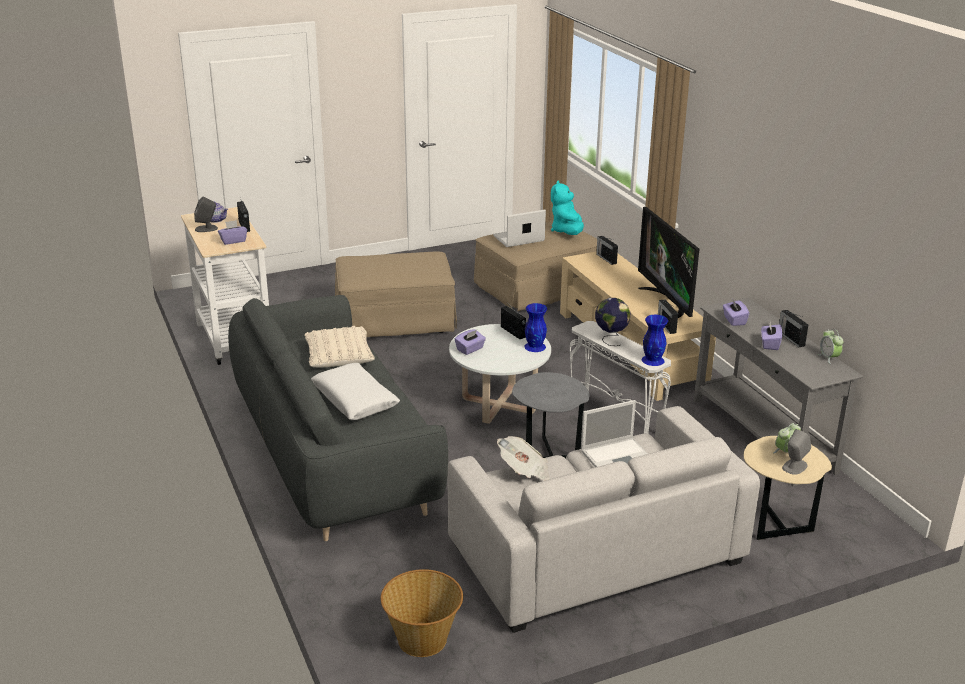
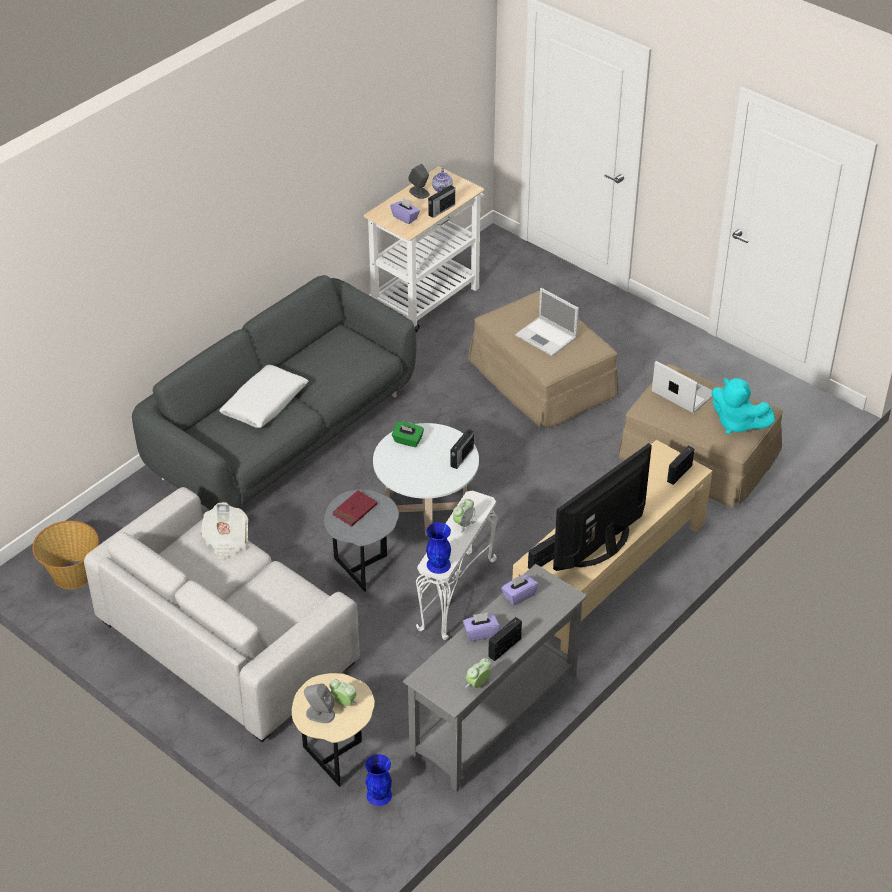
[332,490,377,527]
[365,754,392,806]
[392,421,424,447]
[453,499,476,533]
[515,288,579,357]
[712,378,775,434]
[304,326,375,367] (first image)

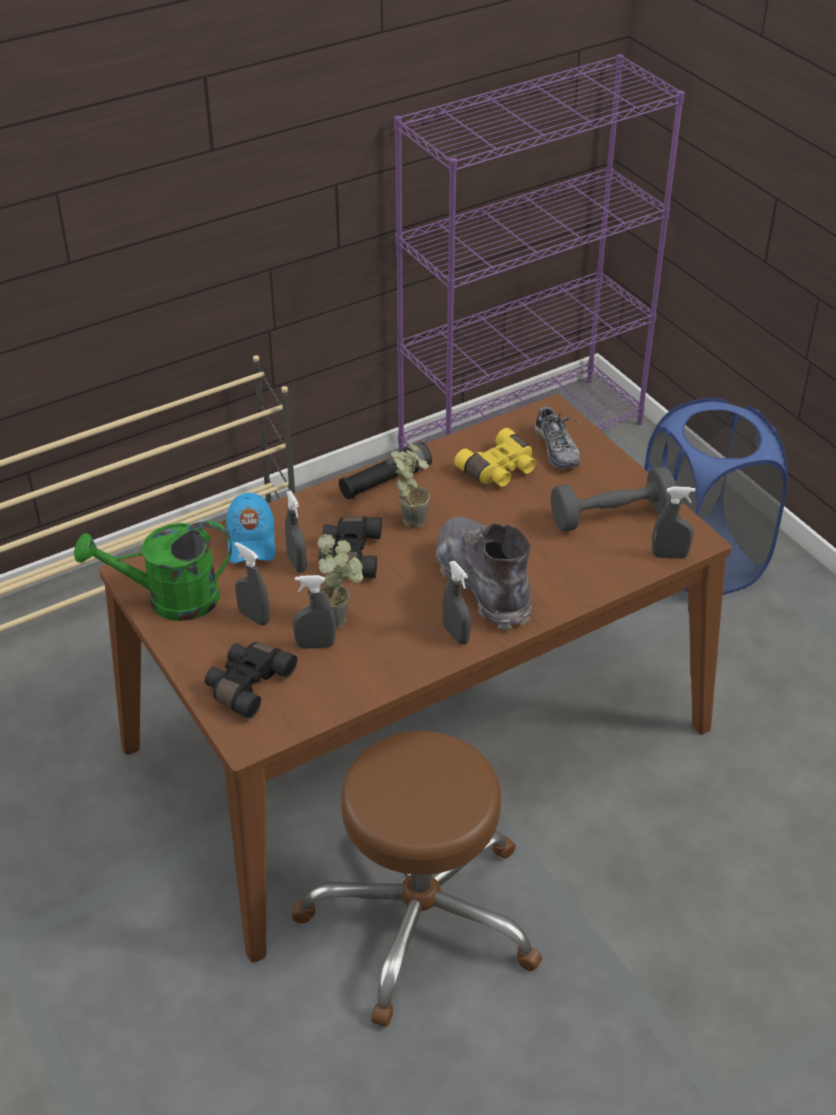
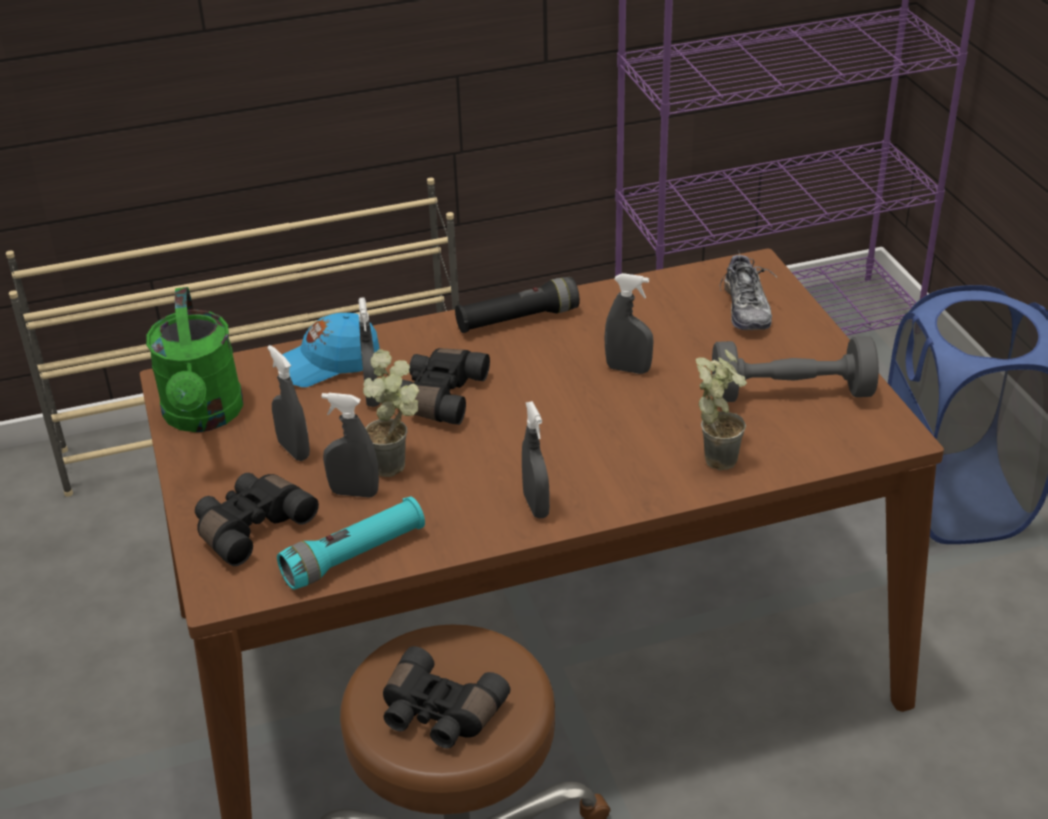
[146,287,243,432]
[277,496,425,590]
[282,313,379,387]
[383,646,510,748]
[604,273,654,374]
[695,350,747,470]
[436,517,532,630] (first image)
[454,428,536,487] (first image)

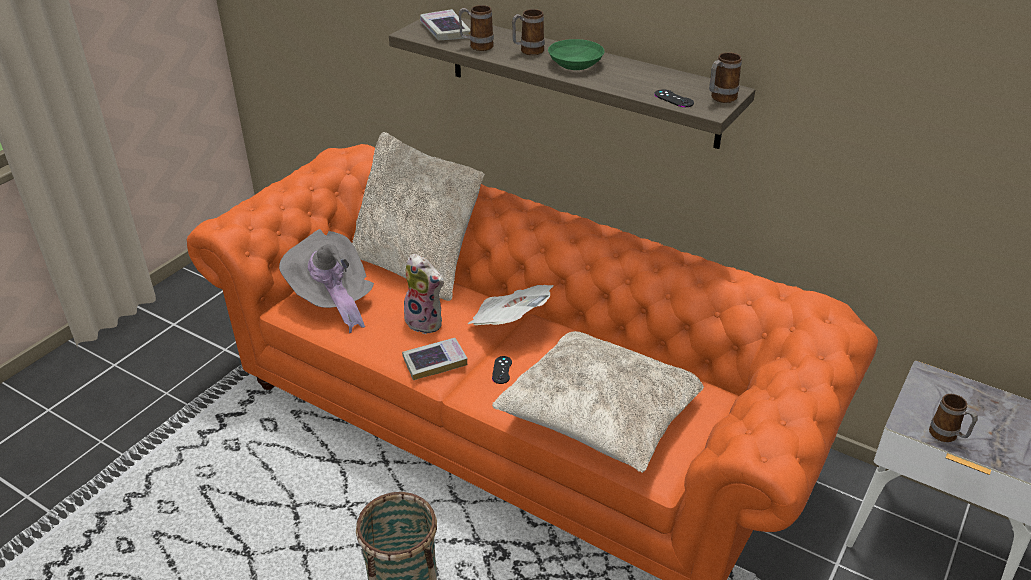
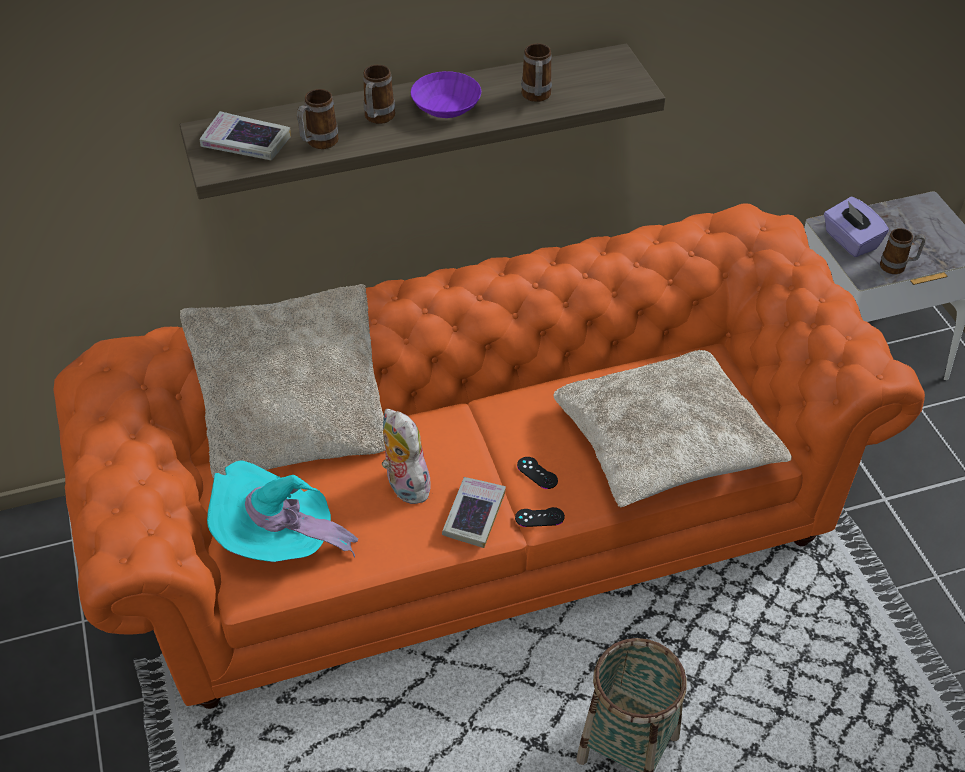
[207,461,358,562]
[382,409,434,504]
[411,71,481,118]
[515,507,565,527]
[521,43,552,102]
[824,197,889,257]
[468,285,553,325] (first image)

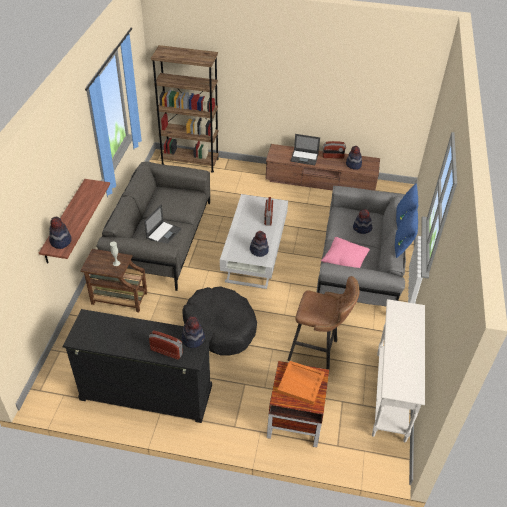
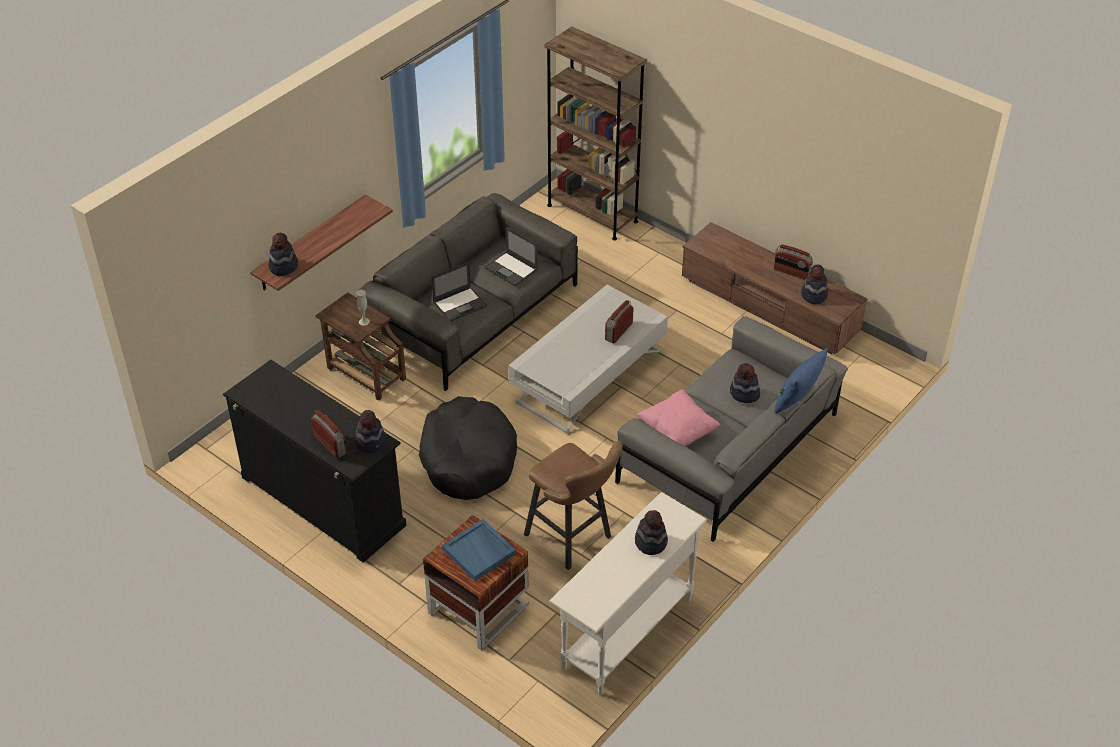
[442,519,516,581]
[485,227,538,286]
[635,510,668,555]
[395,208,418,258] (first image)

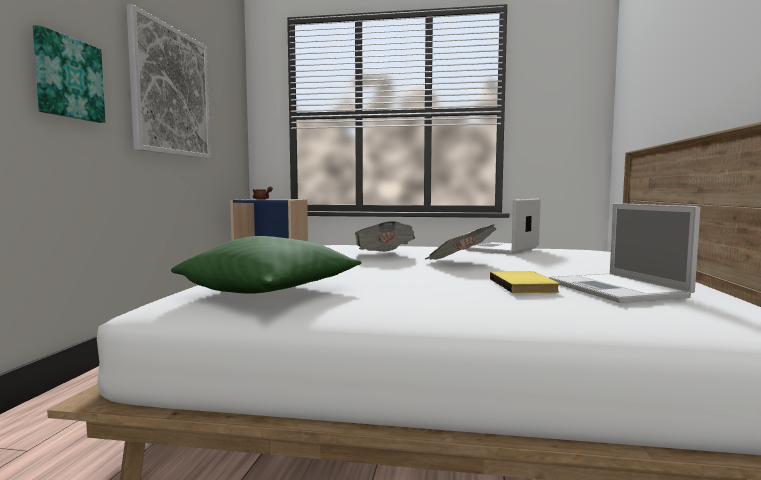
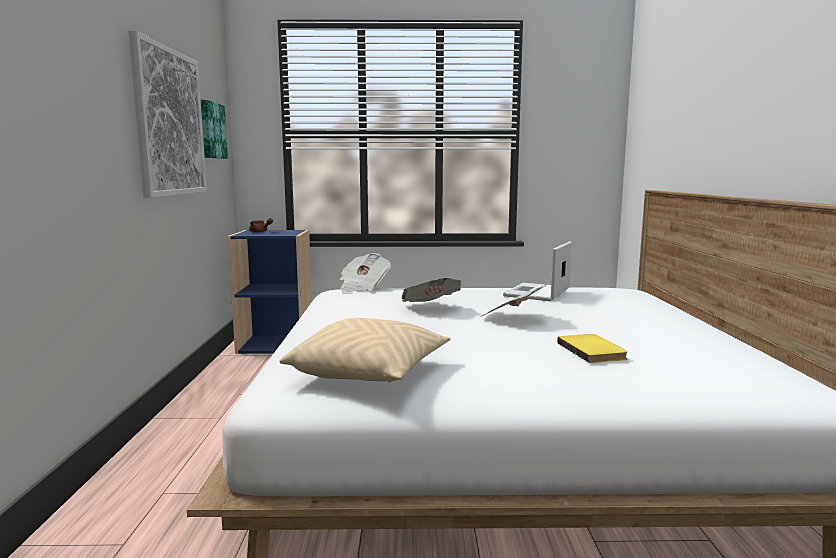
[201,100,228,159]
[279,318,451,383]
[340,253,391,292]
[548,203,701,303] (first image)

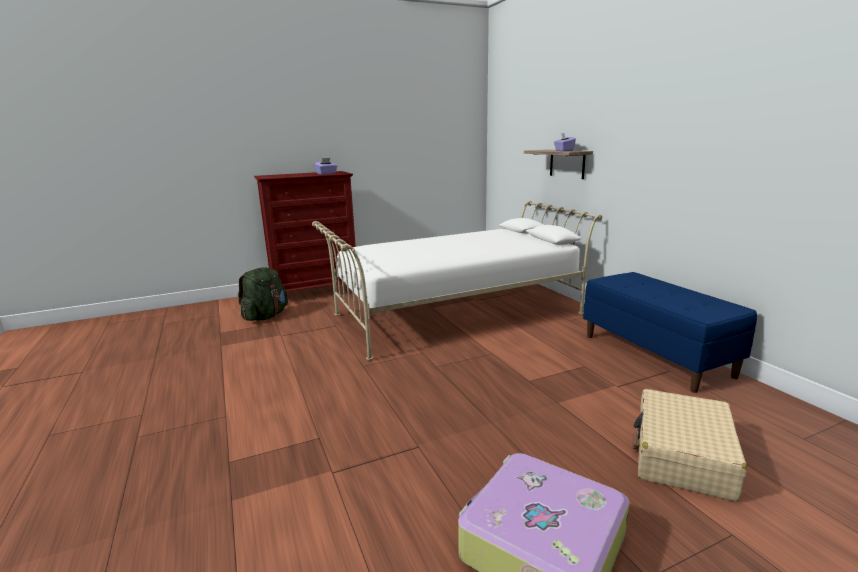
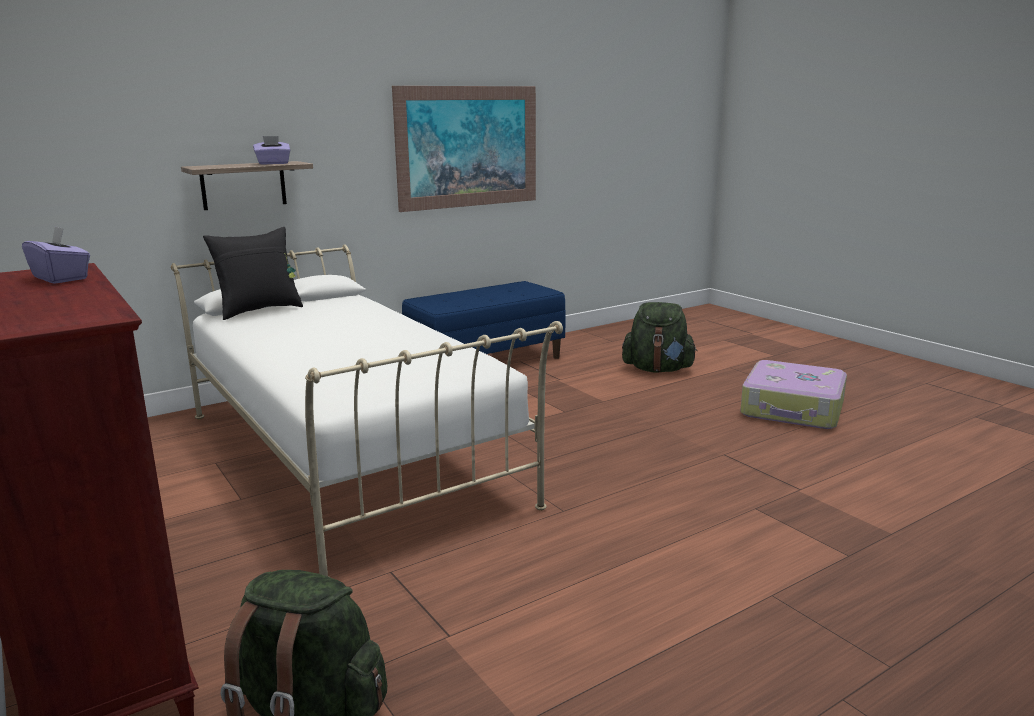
[203,227,303,320]
[392,86,536,212]
[622,302,697,372]

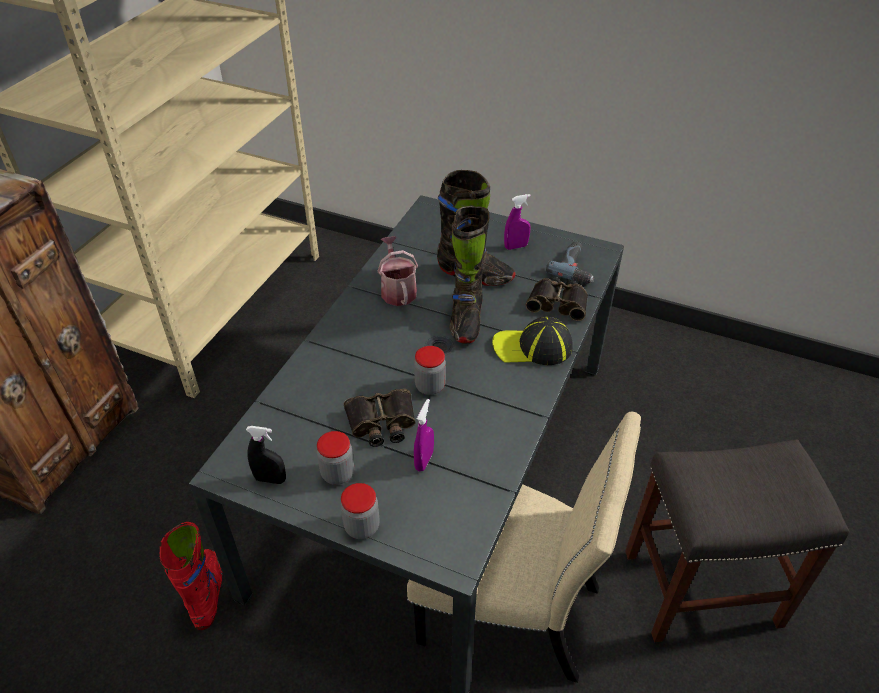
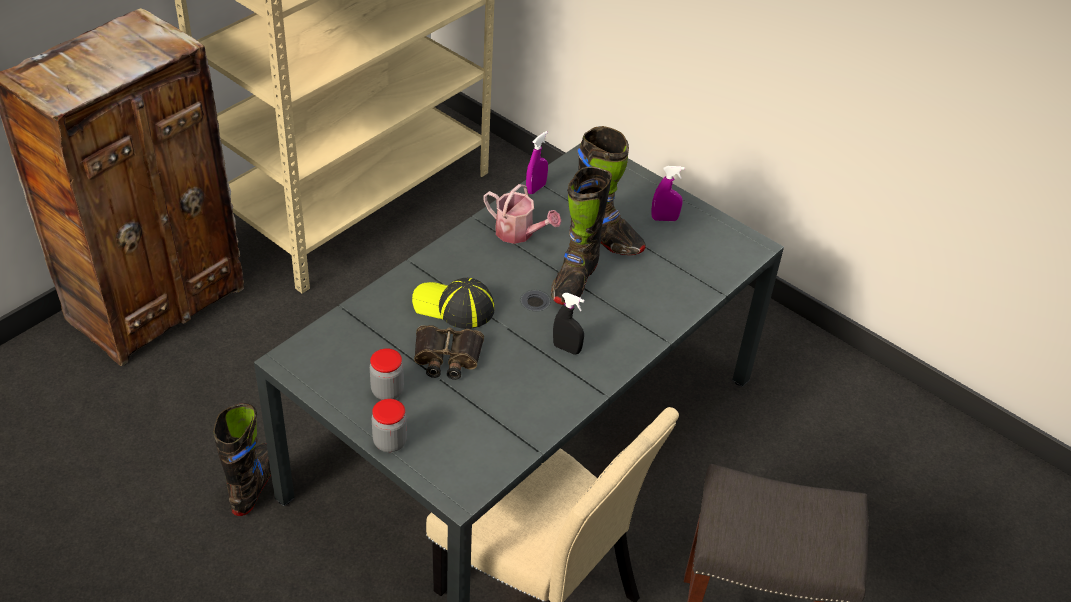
[213,403,271,516]
[412,278,495,329]
[483,184,561,244]
[526,131,548,194]
[553,293,584,355]
[414,346,446,395] (first image)
[526,277,588,321] (first image)
[546,241,594,284] (first image)

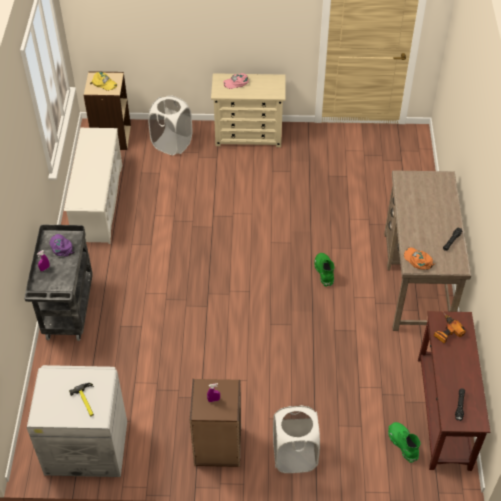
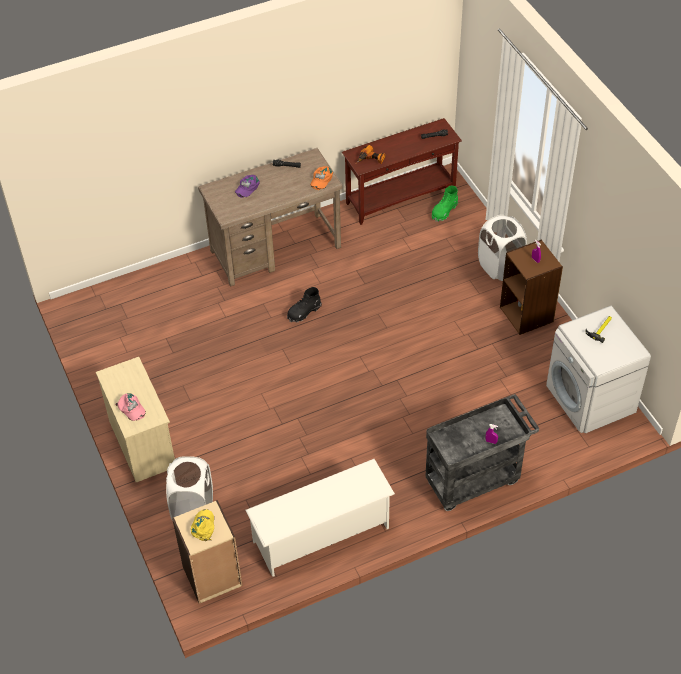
[235,175,260,198]
[287,287,322,323]

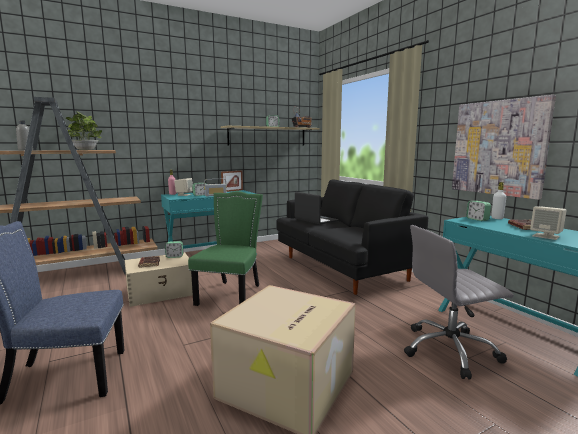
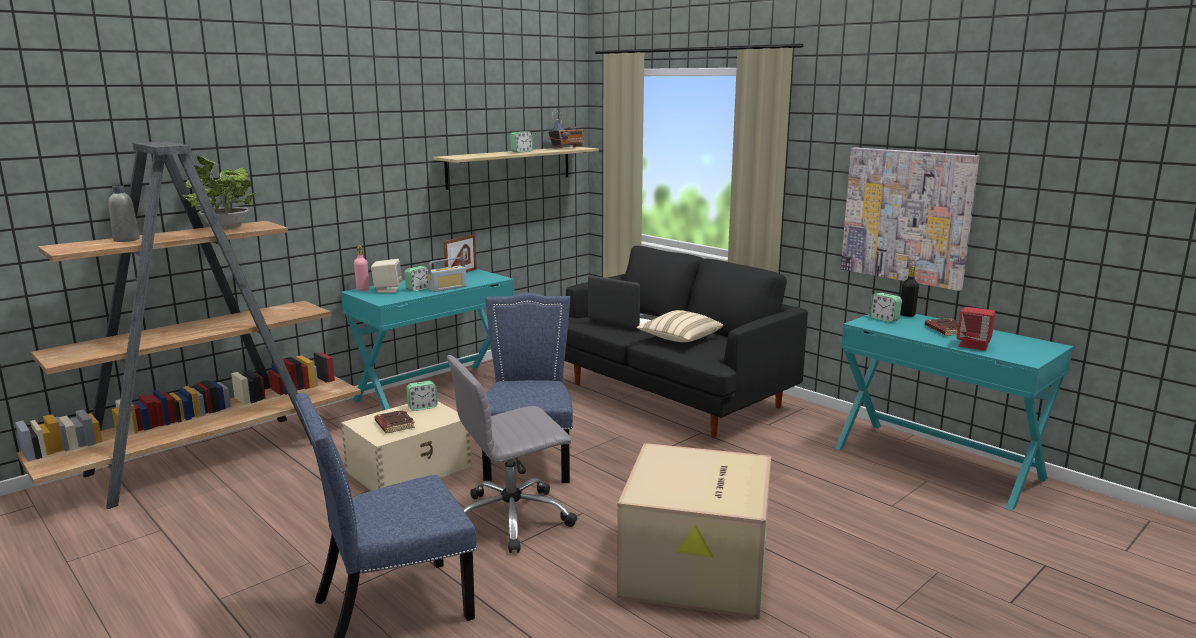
[447,355,577,553]
[482,293,573,483]
[637,310,723,342]
[900,266,919,317]
[957,307,996,351]

